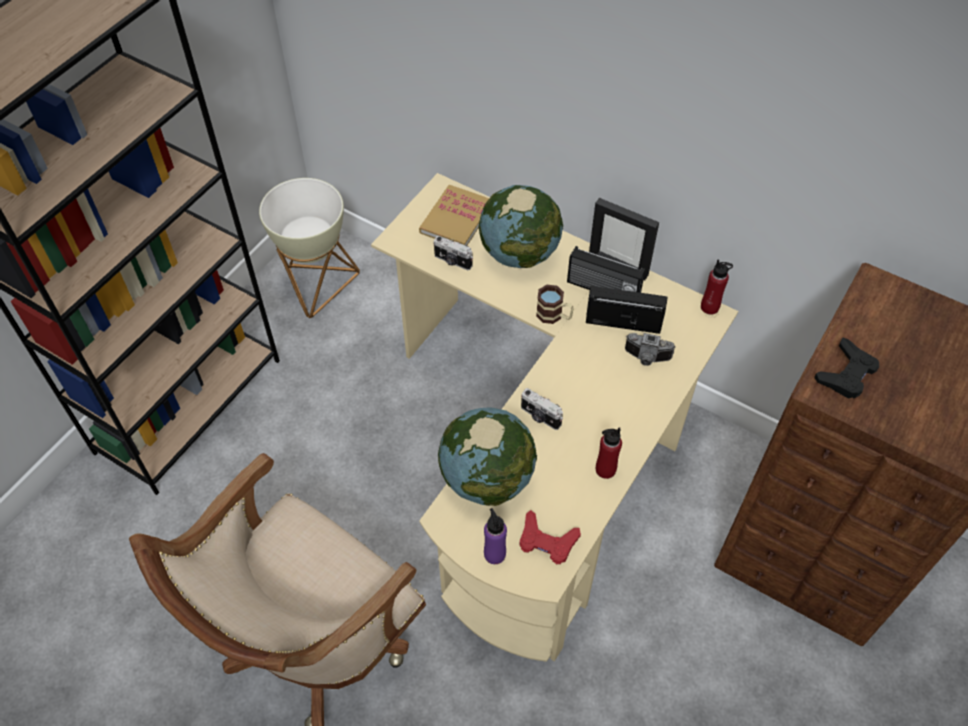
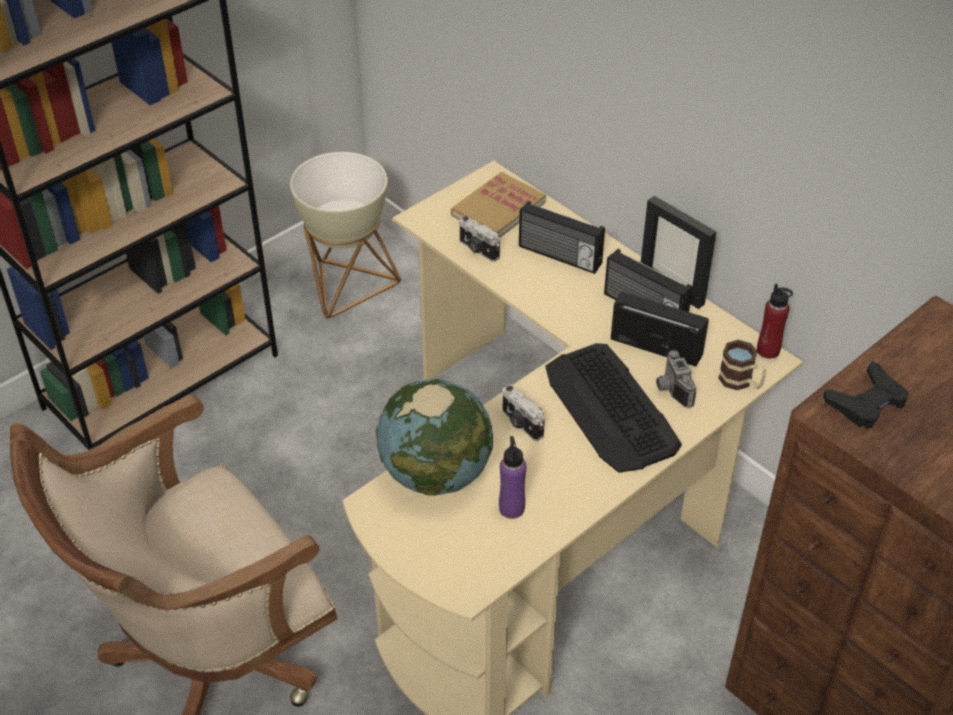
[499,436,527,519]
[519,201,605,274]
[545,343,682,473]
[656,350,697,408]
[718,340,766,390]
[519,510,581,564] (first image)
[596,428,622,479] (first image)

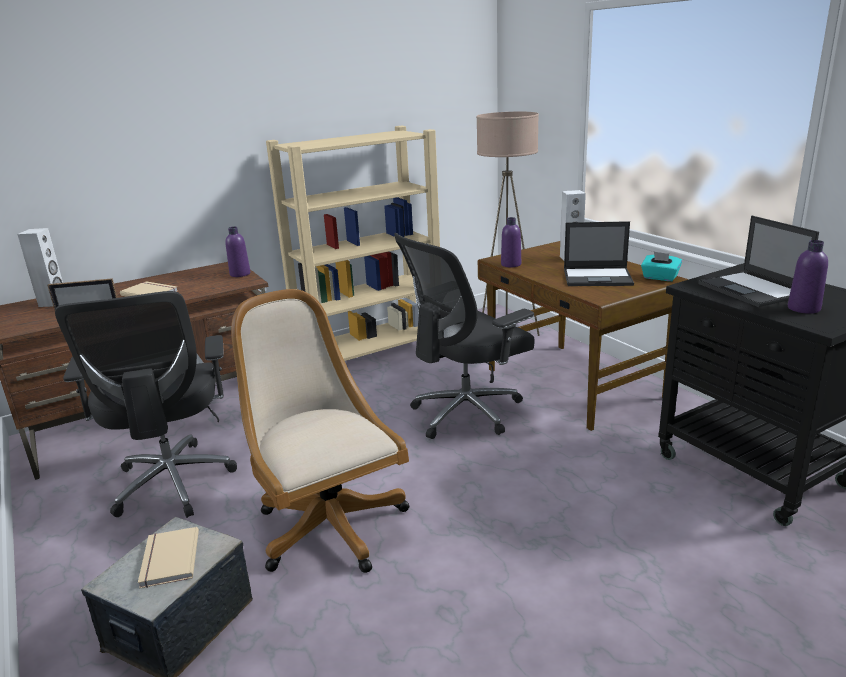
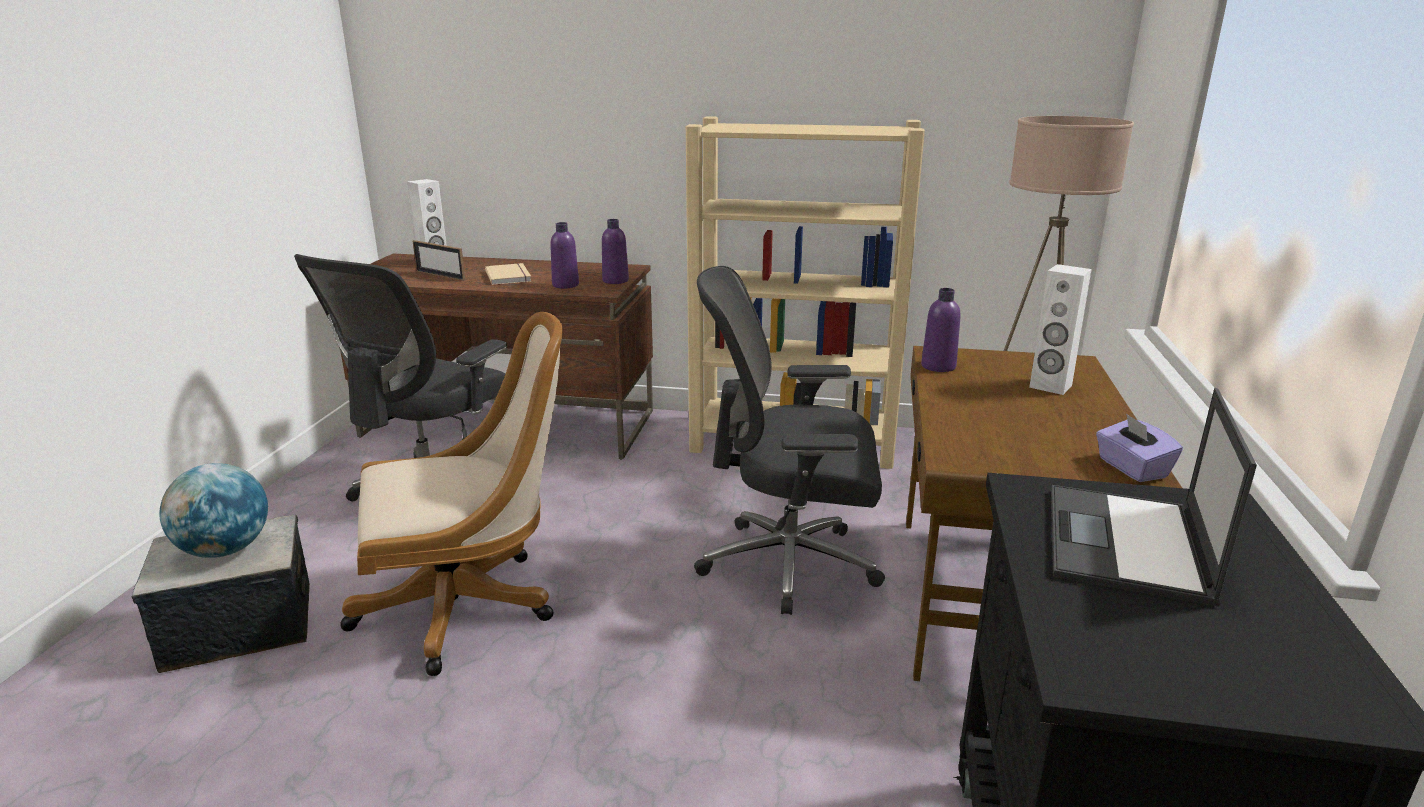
[159,463,268,558]
[340,312,563,676]
[550,222,579,289]
[1096,413,1183,482]
[564,221,634,286] (first image)

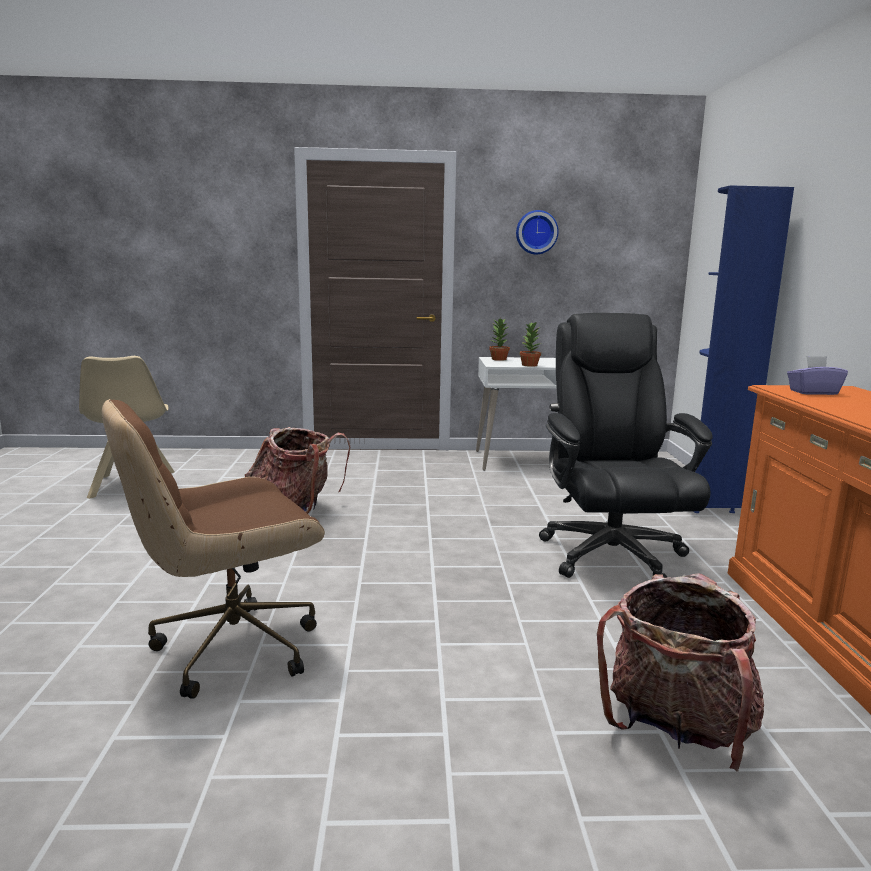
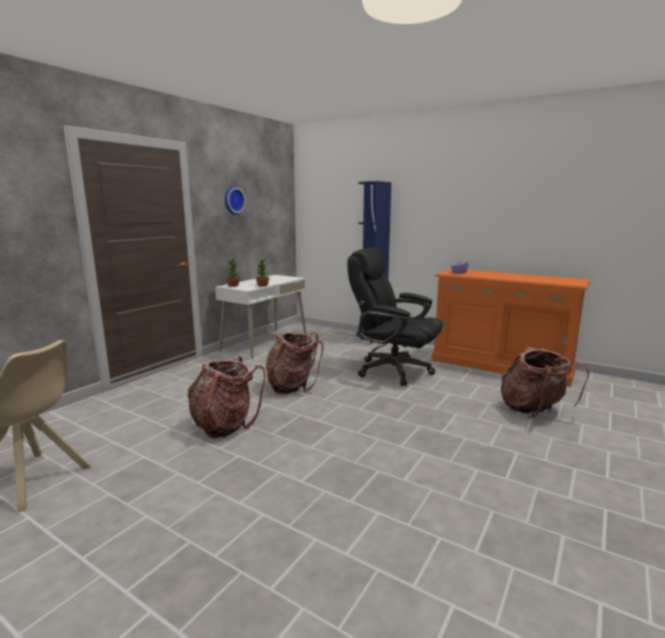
[266,332,324,394]
[102,399,325,699] (first image)

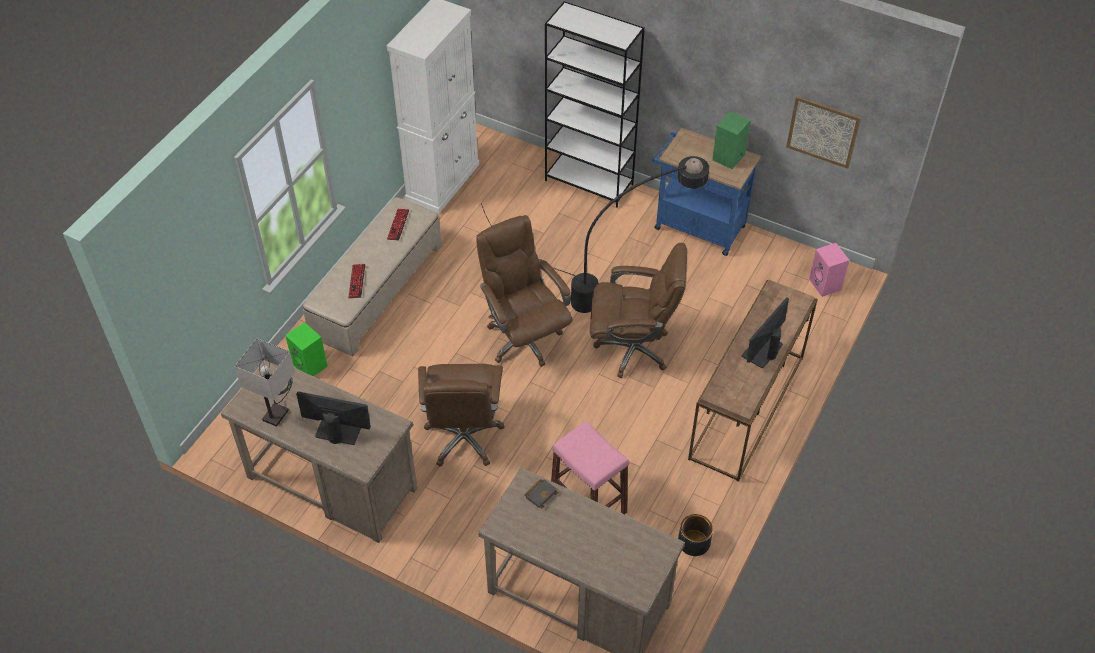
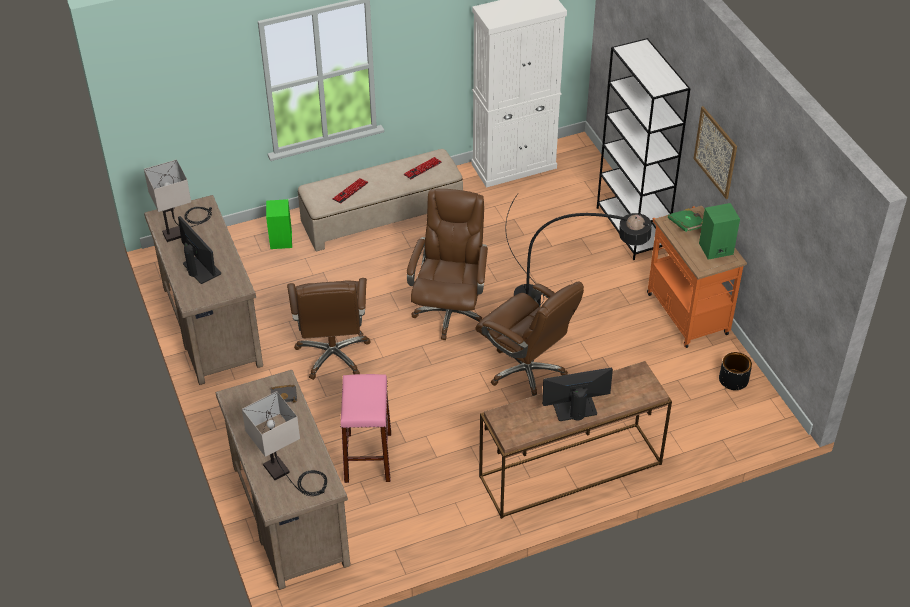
[242,391,327,496]
[287,278,371,380]
[647,206,747,348]
[668,208,703,232]
[694,106,737,199]
[719,352,752,390]
[809,243,849,297] (first image)

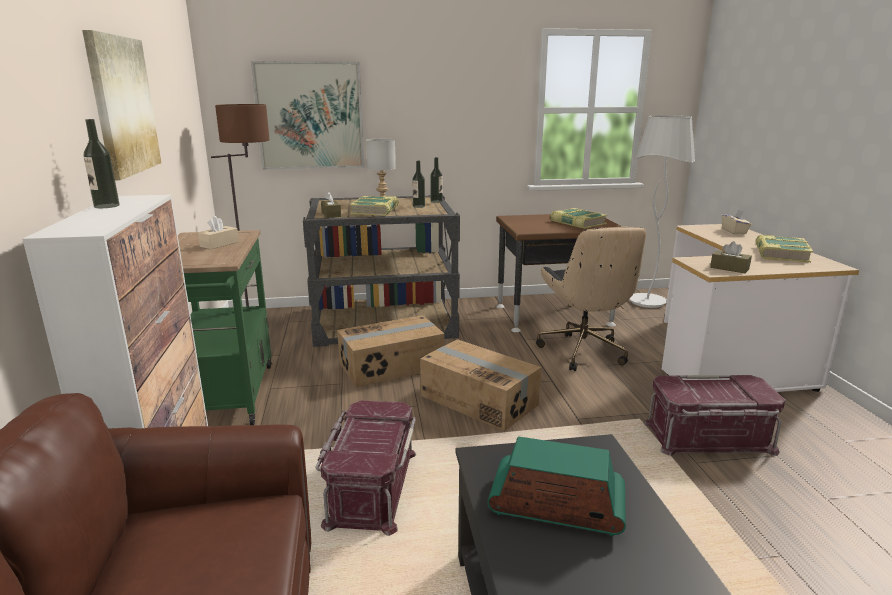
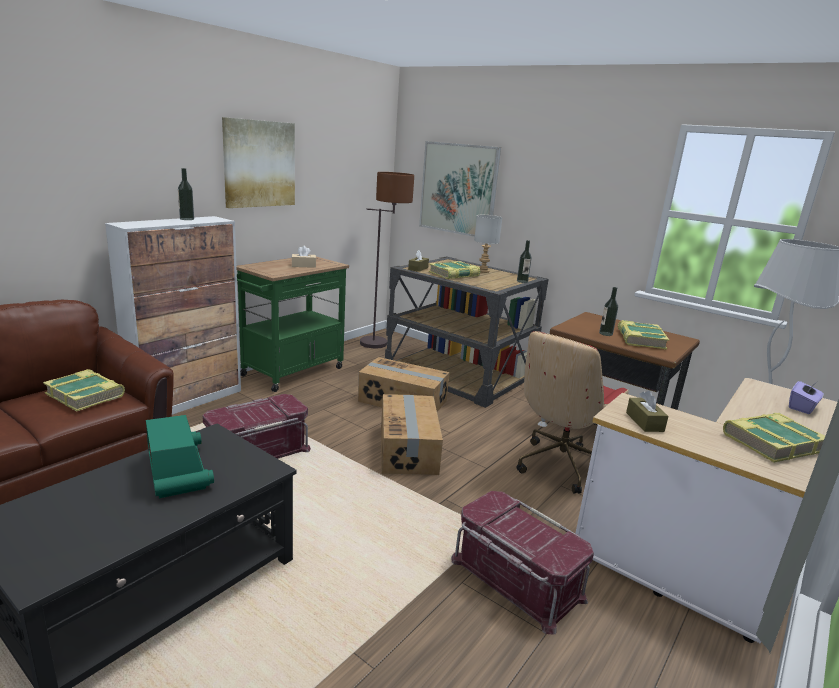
[43,369,125,412]
[516,331,629,494]
[599,287,618,336]
[789,381,824,414]

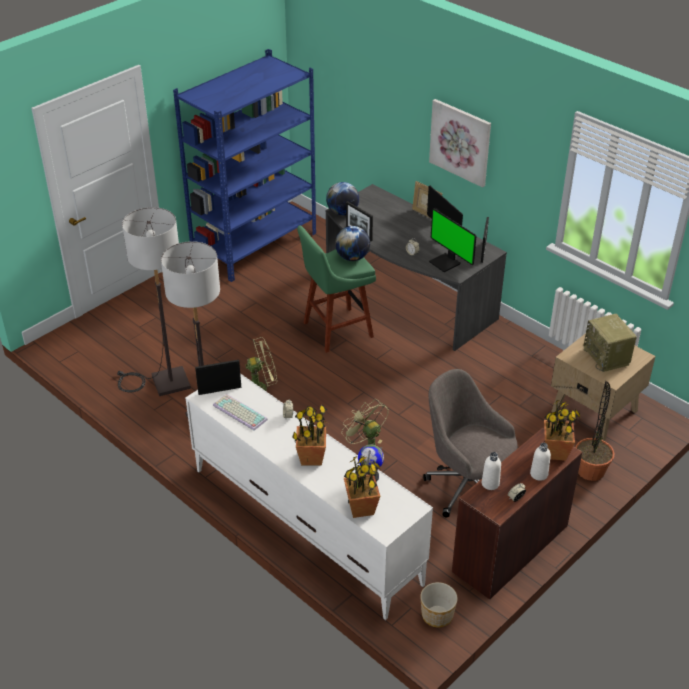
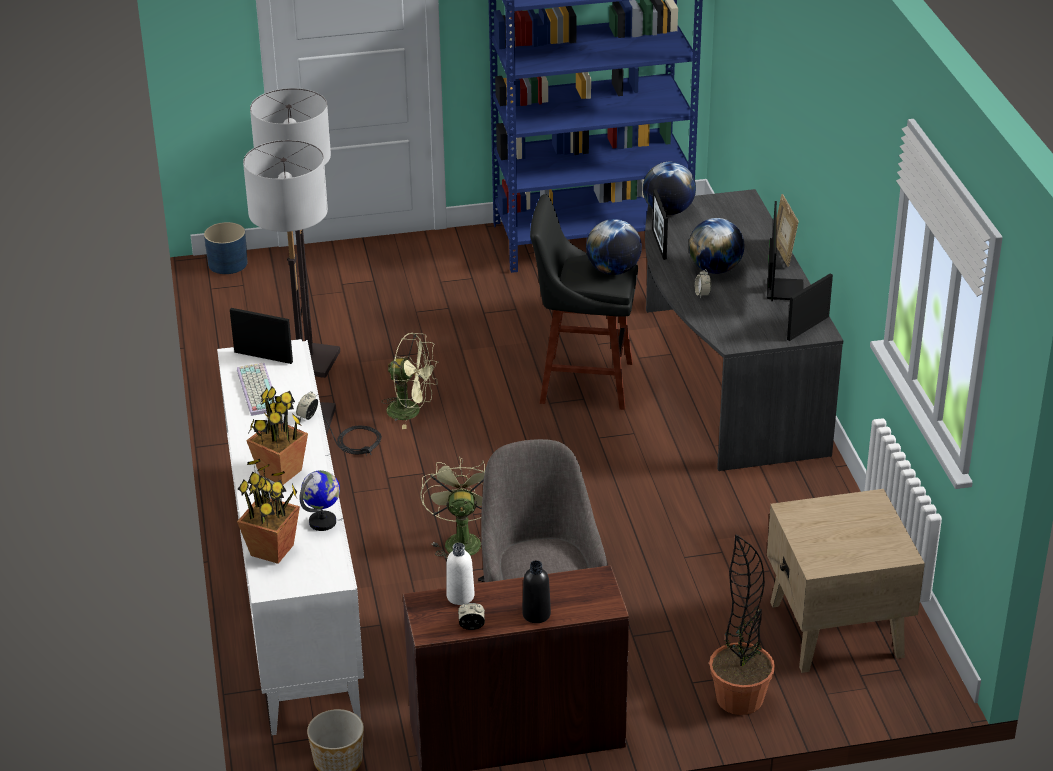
[204,222,247,274]
[522,560,551,623]
[530,194,638,410]
[689,218,744,274]
[429,99,491,188] (first image)
[429,208,476,272] (first image)
[544,400,581,461] (first image)
[583,314,637,372] (first image)

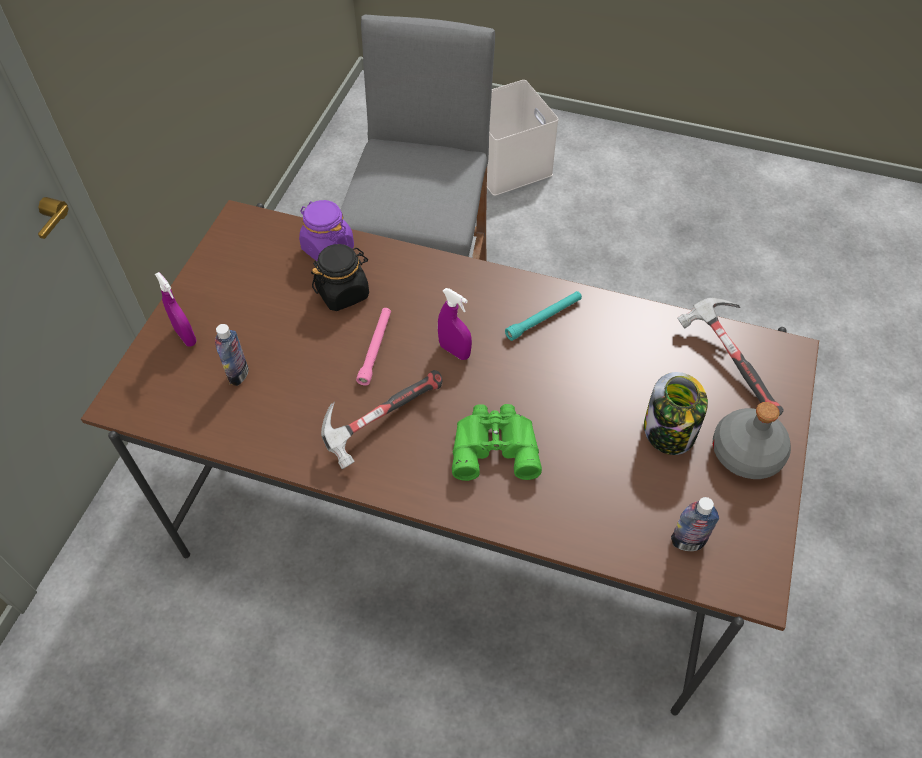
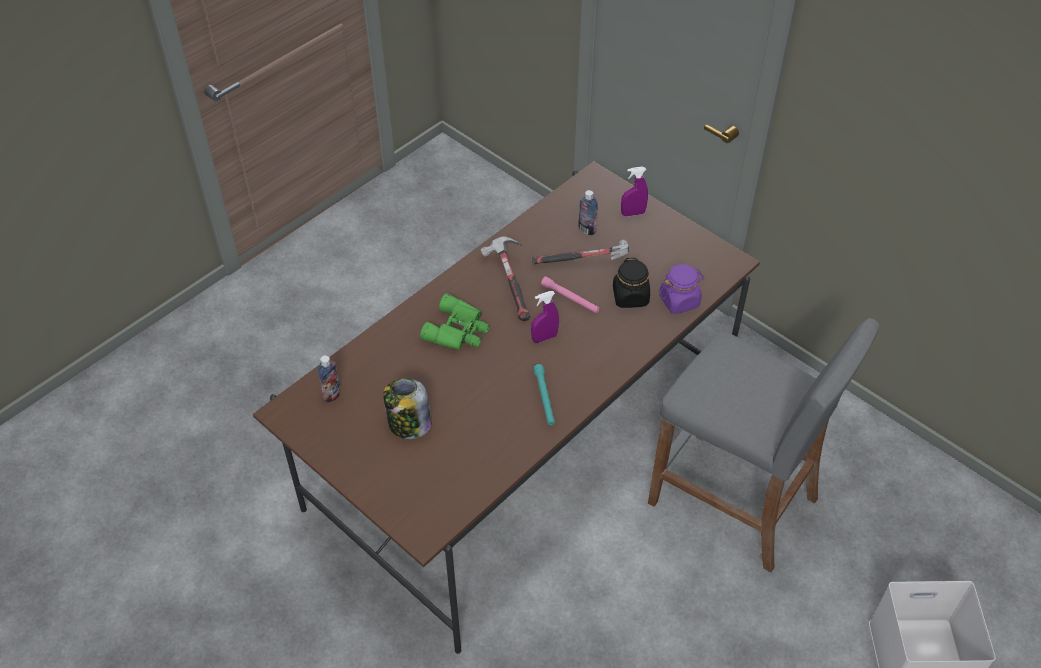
[532,240,629,264]
[713,402,791,479] (first image)

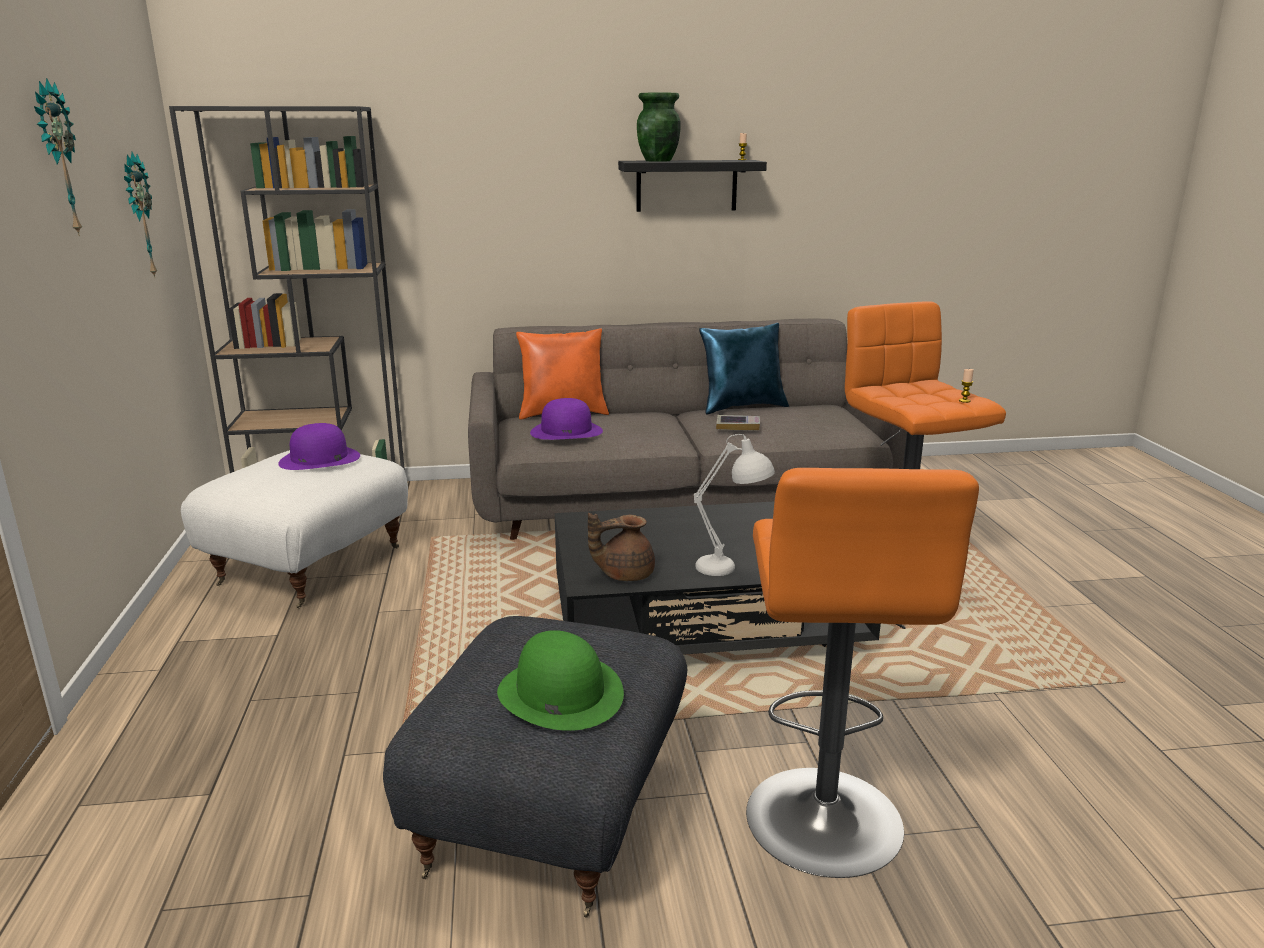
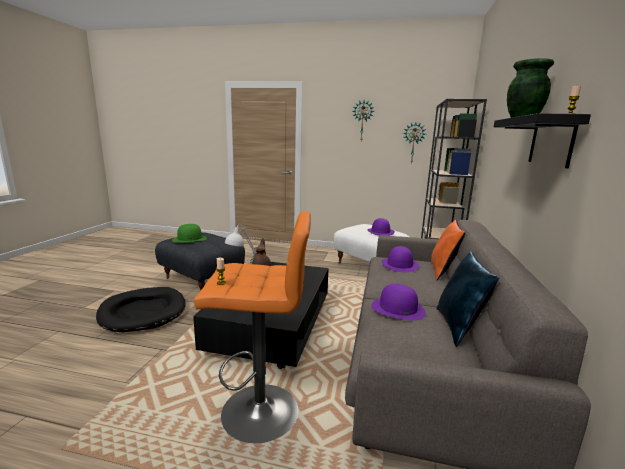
[96,287,185,332]
[371,284,426,321]

